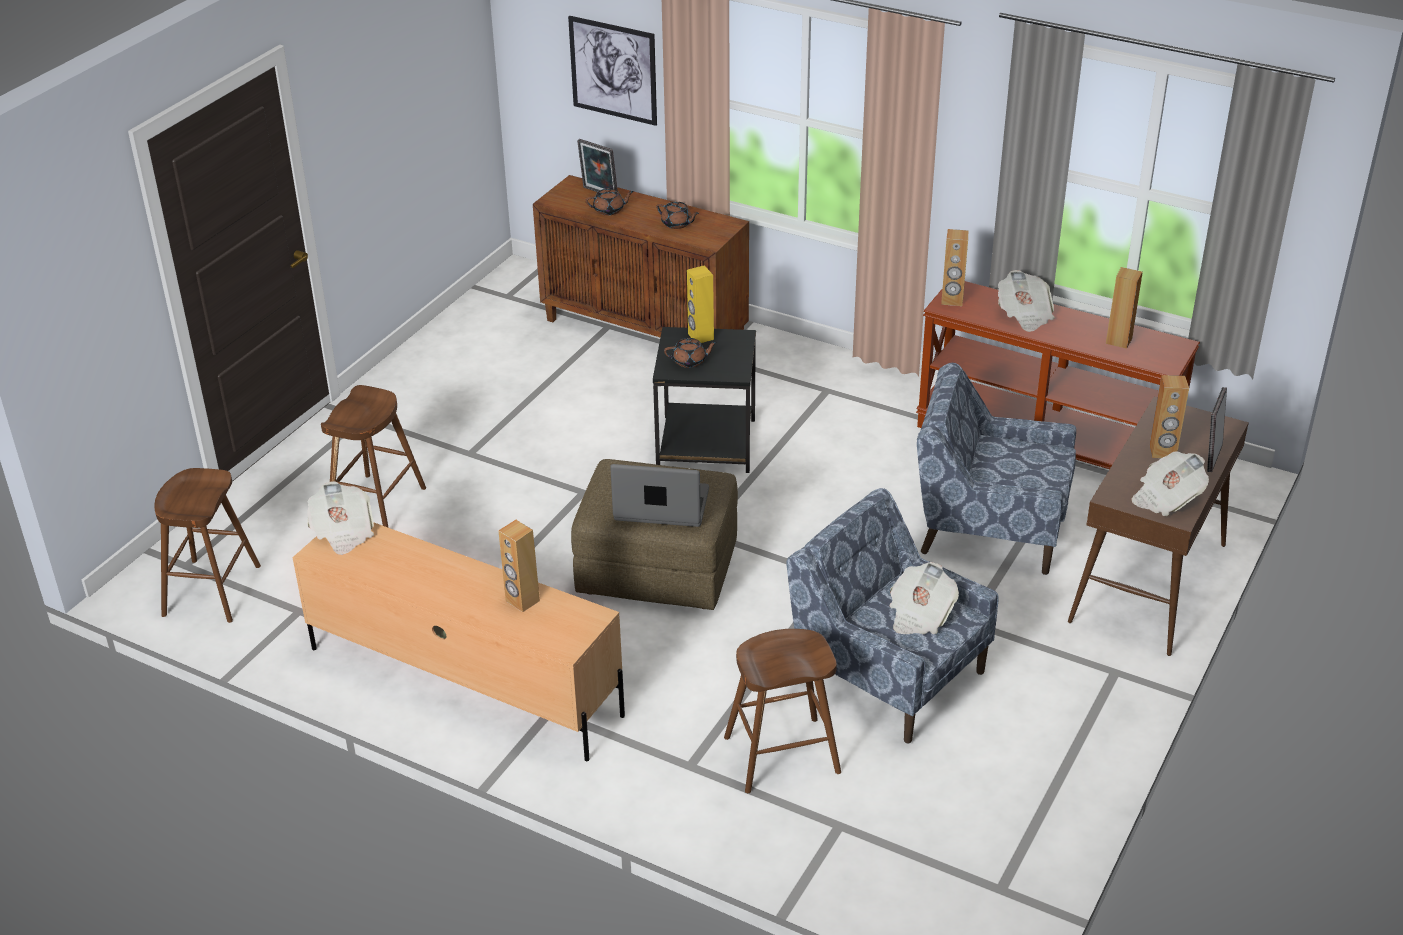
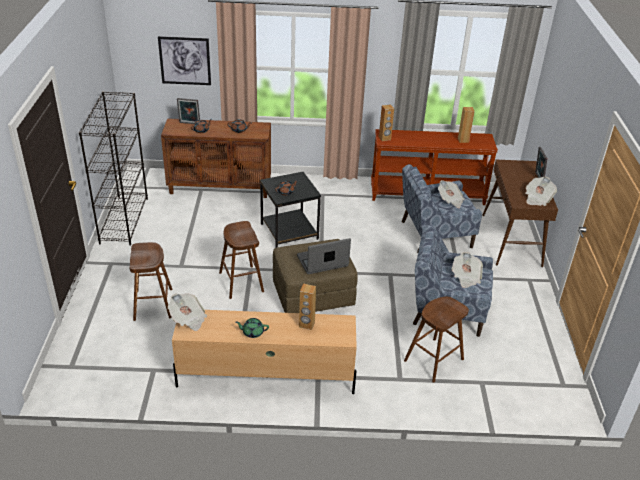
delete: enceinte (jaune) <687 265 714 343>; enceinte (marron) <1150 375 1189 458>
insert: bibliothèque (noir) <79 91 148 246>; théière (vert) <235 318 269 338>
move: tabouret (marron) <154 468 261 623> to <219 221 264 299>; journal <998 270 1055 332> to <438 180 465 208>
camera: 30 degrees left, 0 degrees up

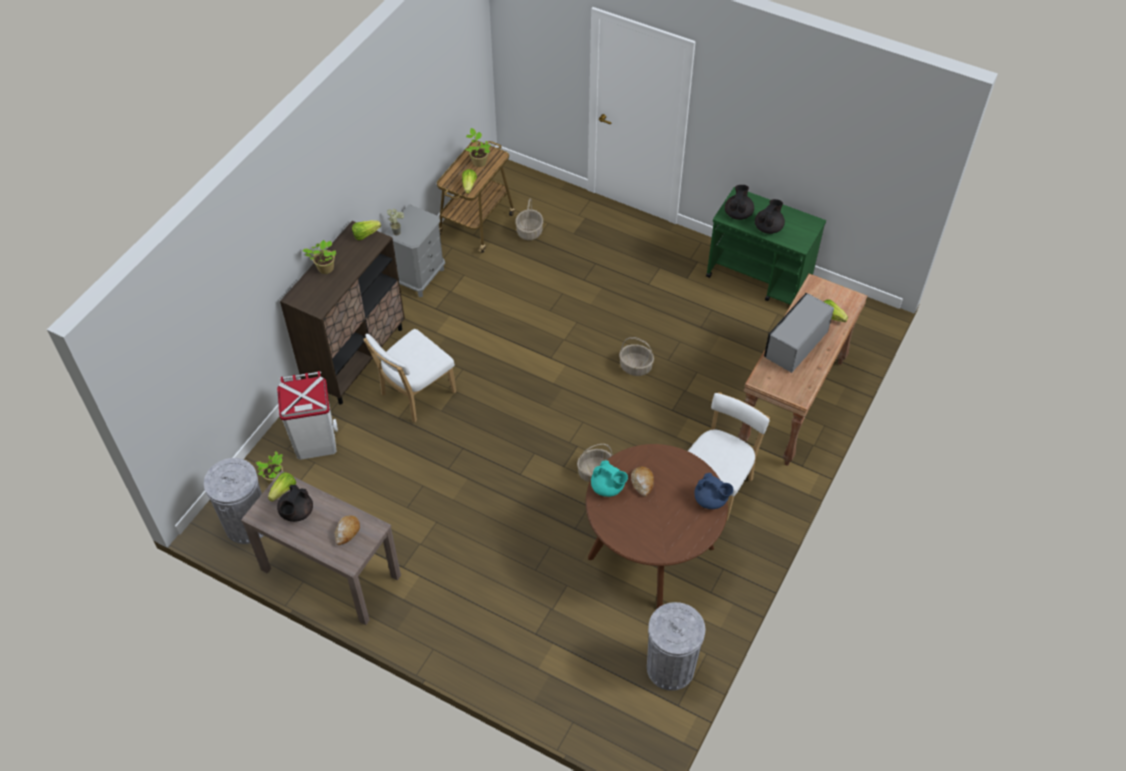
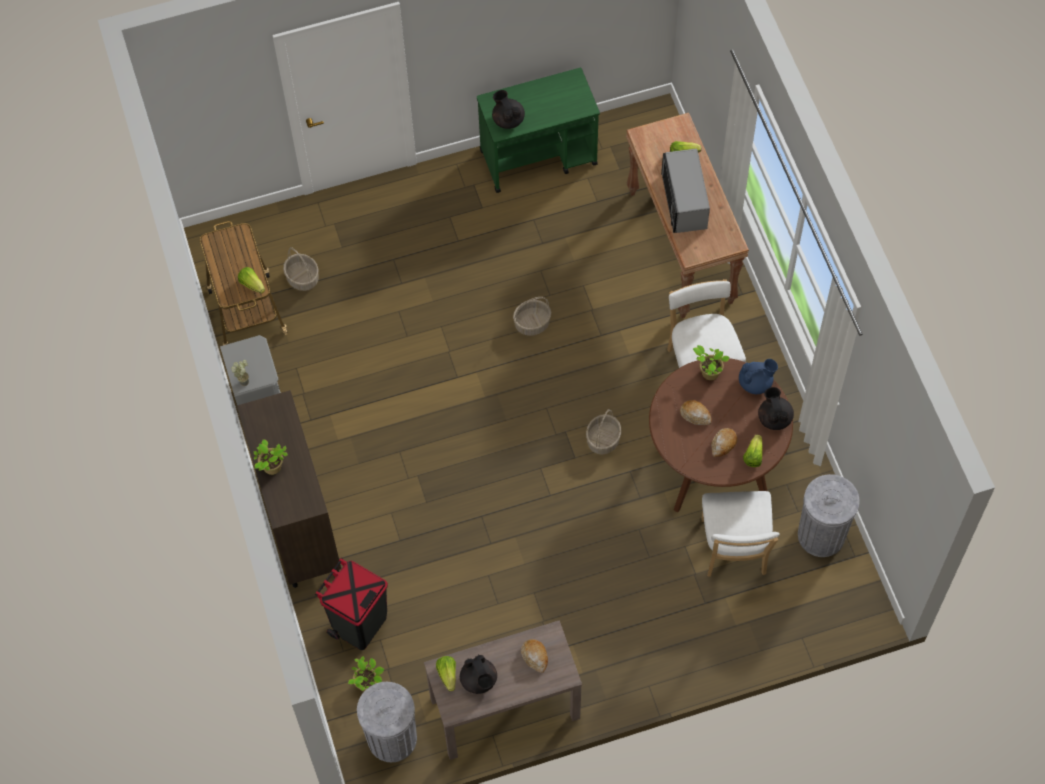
delete: théière (turquoise) <591 460 628 497>
insert: pain <711 428 737 457>
move: laitue <352 220 381 241> to <743 434 763 467>; chaise (blanc) <363 329 456 422> to <702 491 780 577>; plante en pot <465 128 491 167> to <693 345 730 380>; théière (noir) <755 199 785 234> to <758 387 794 430>
recolor: poubelle (blanc) <277 371 338 459> to poubelle (noir) <315 558 388 650>
camera: 45 degrees left, 10 degrees up

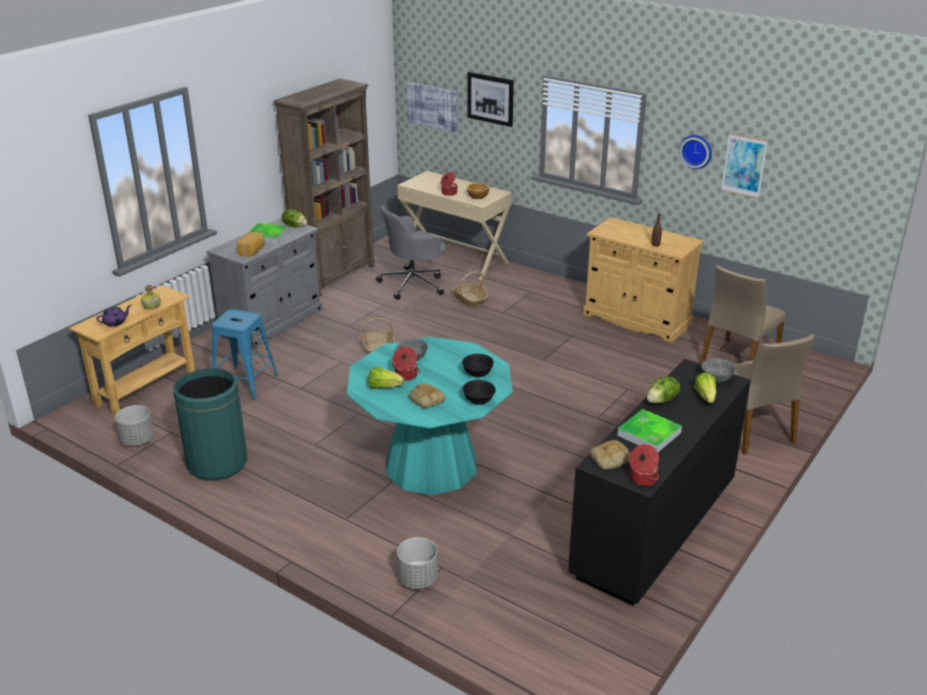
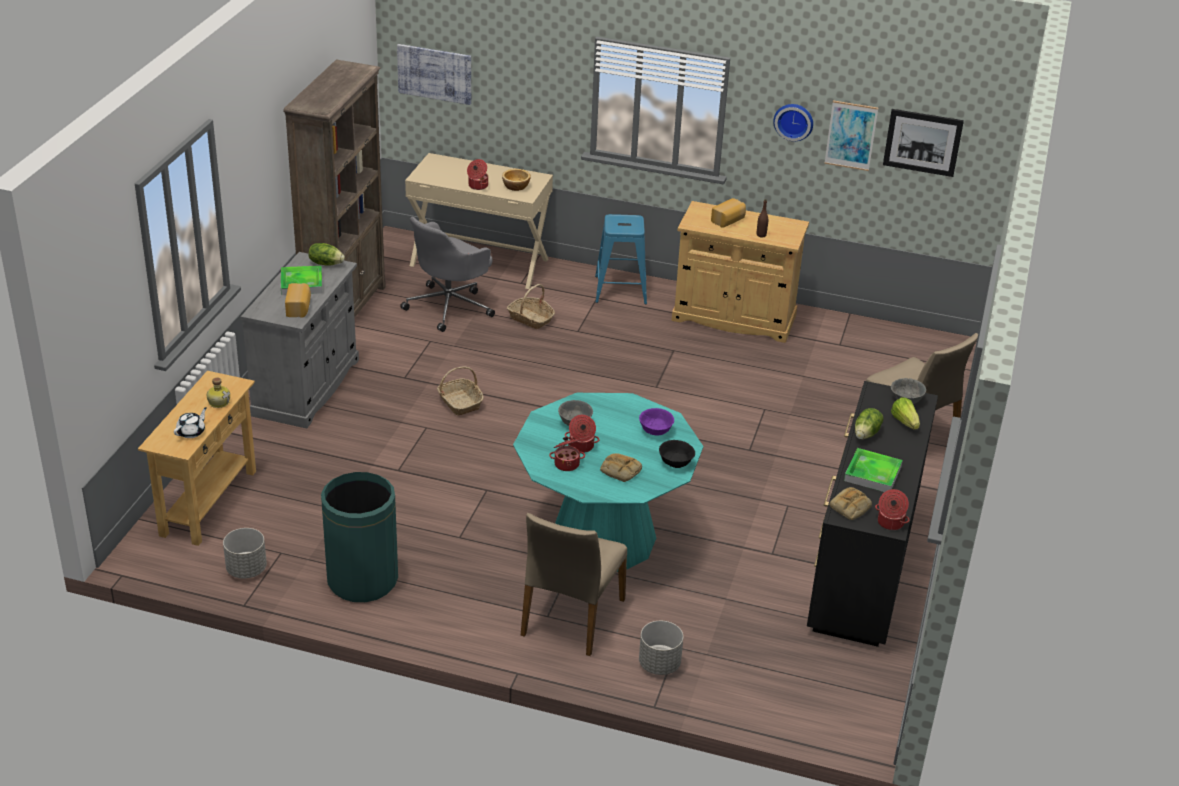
insert: pain <711 198 746 228>
move: tabouret (bleu) <212 309 278 400> to <595 214 647 304>; tableau <467 72 514 127> to <883 109 964 177>; chaise (beige) <700 265 786 364> to <520 513 627 656>
replace: laitue <368 367 404 389> to marmite <549 436 585 471>
recolor: théière (violet) <96 305 131 327> to théière (blanc) <174 407 207 438>; bol (noir) <462 354 494 377> to bol (violet) <639 408 674 436>
camera: 20 degrees left, 5 degrees up

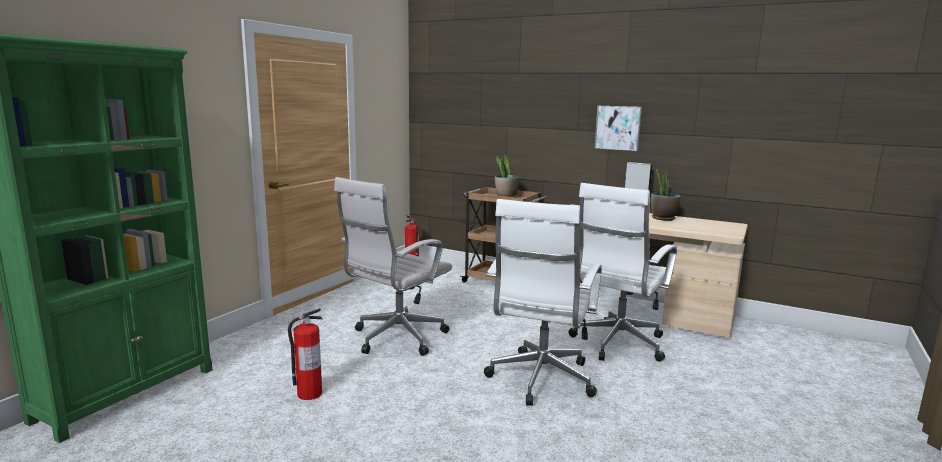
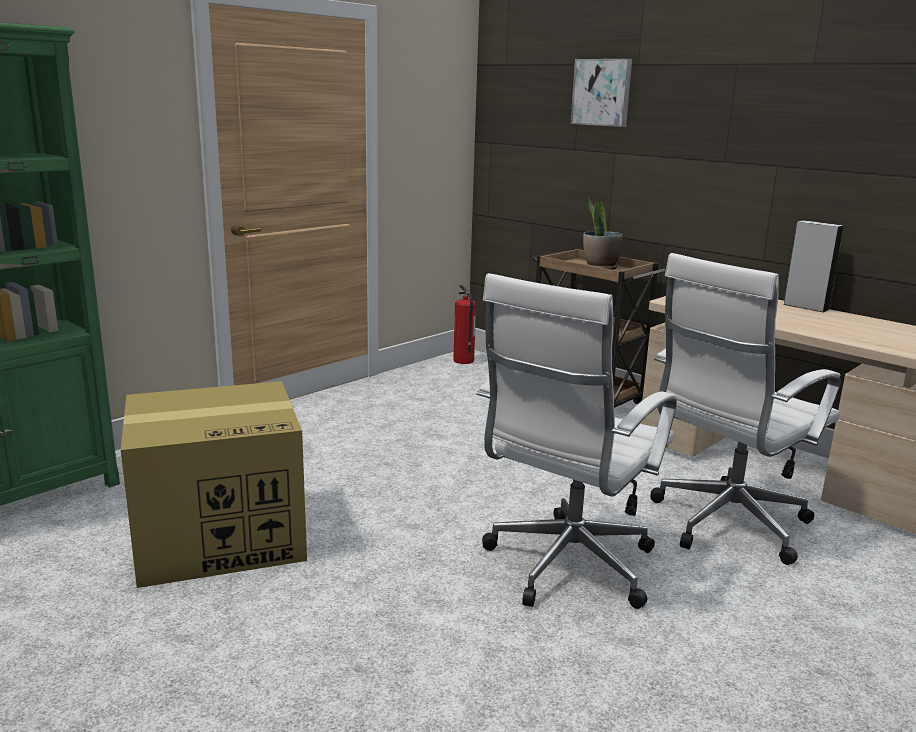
delete: chaise de bureau (blanc) <334 177 452 356>; plante en pot <651 167 681 221>
move: tableau <594 106 642 151> to <571 59 632 127>
replace: extincteur <288 308 322 400> to carton <121 381 307 588>
camera: 15 degrees right, 5 degrees up

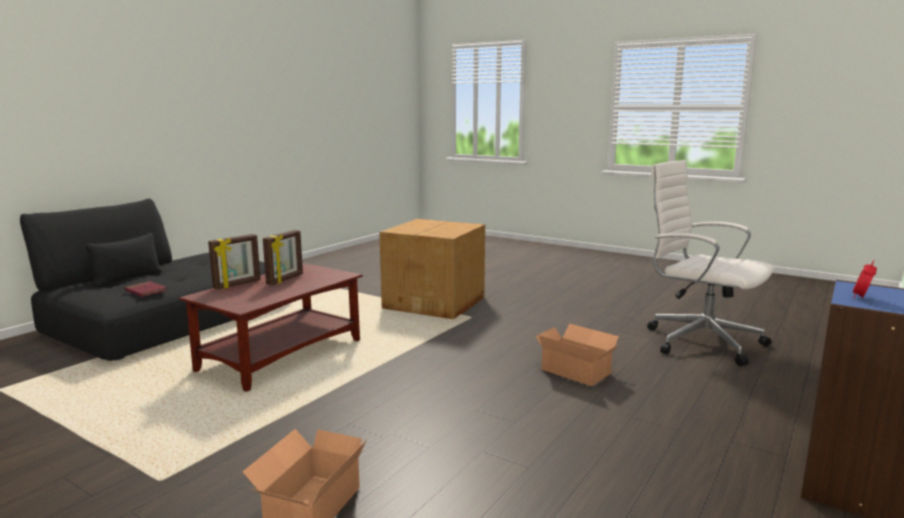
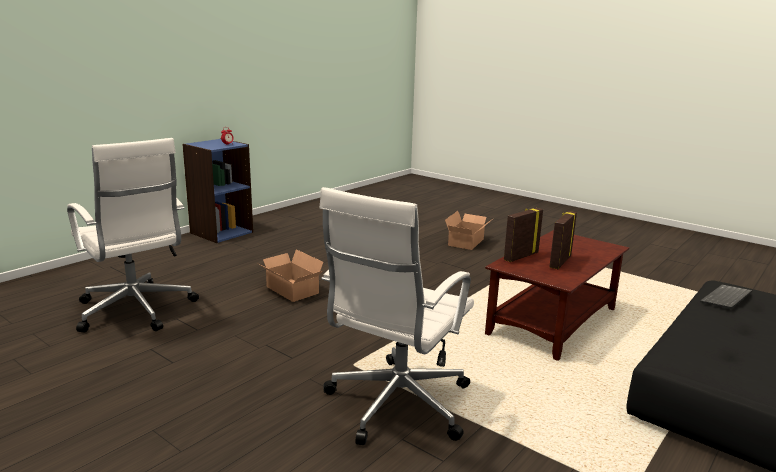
move: cadre photo <208 234 261 289> to <504 208 543 262>
replace: livre (rouge) <124 281 167 297> to clavier <700 285 752 309>; carton <379 219 485 319> to chaise de bureau (blanc) <319 187 474 445>
camera: 175 degrees left, 5 degrees up

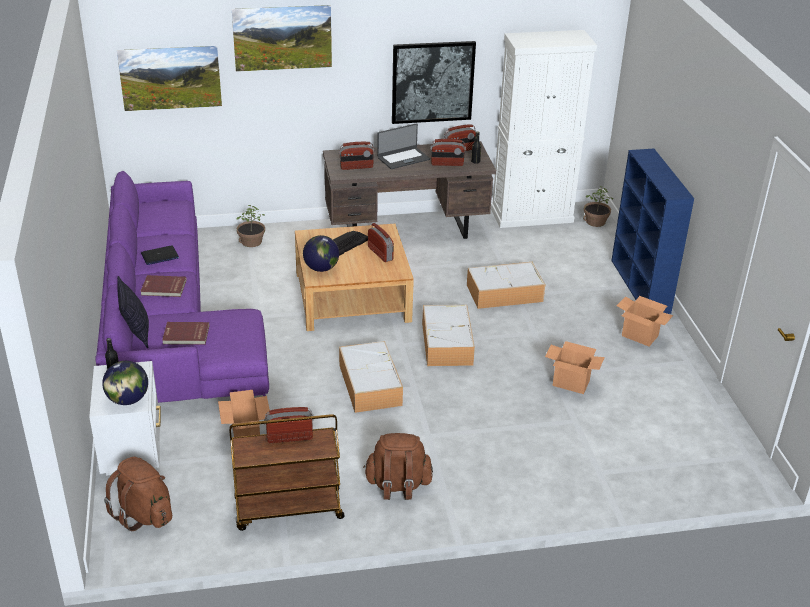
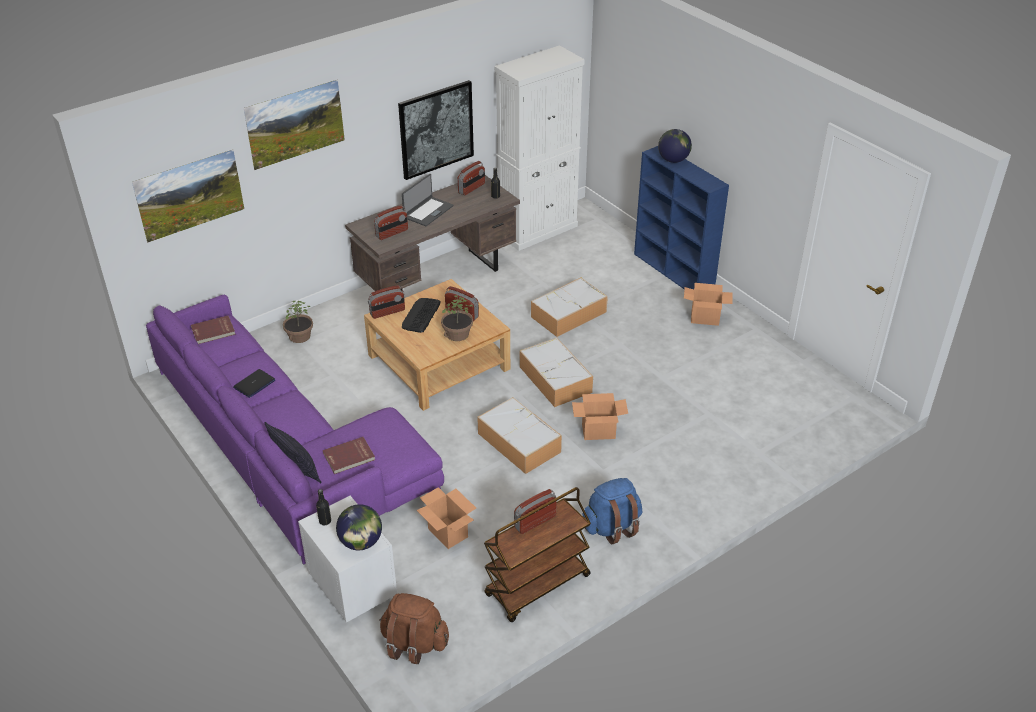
move: livre (rouge) <140 275 187 297> to <191 316 236 344>; globe <303 235 339 272> to <658 129 692 163>; radio <430 139 466 166> to <368 285 405 319>; carton <545 341 605 394> to <572 393 628 440>; plante en pot <583 186 613 227> to <441 296 473 341>
recolor: sac à dos (marron) <363 433 433 500> to sac à dos (bleu) <582 478 642 544>
camera: 25 degrees left, 5 degrees up

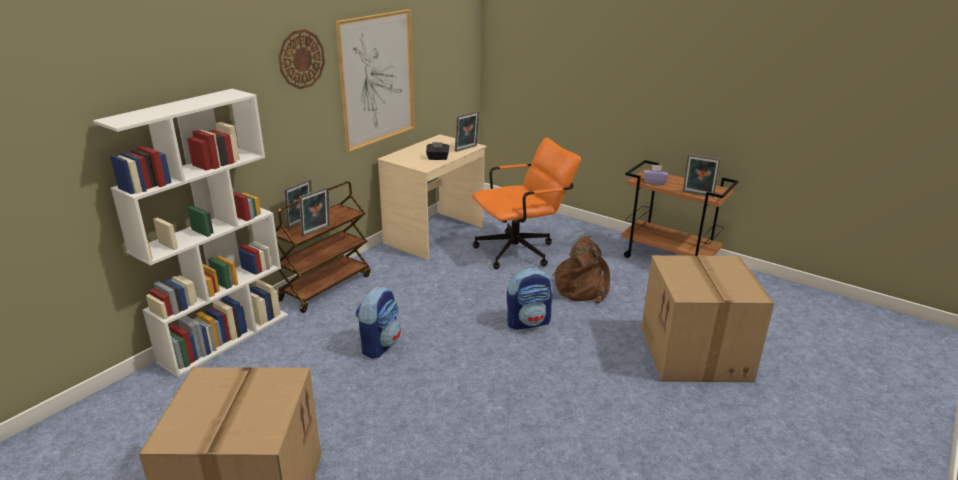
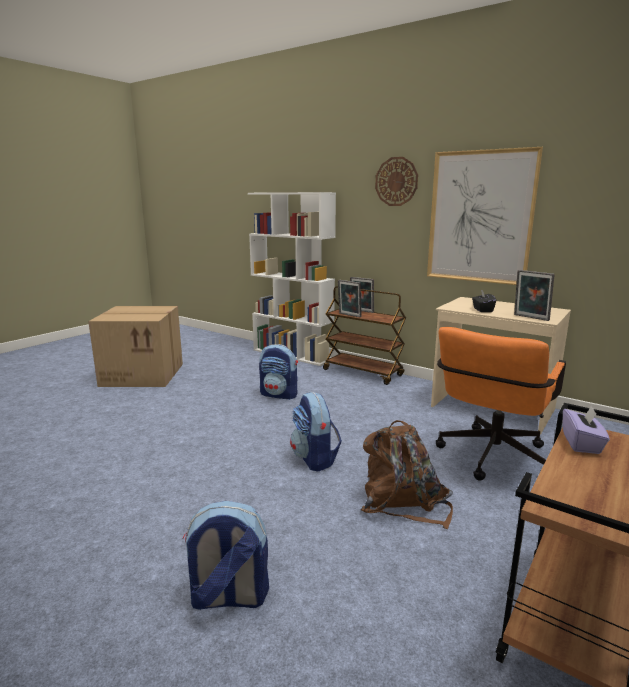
delete: cadre photo <683 154 721 197>
replace: carton <641 255 774 382> to sac à dos <183 501 269 610>
rotate: chaise de bureau (orange) <472 138 581 270> = <436 327 566 481> 60 degrees clockwise
camera: 90 degrees right, 10 degrees down

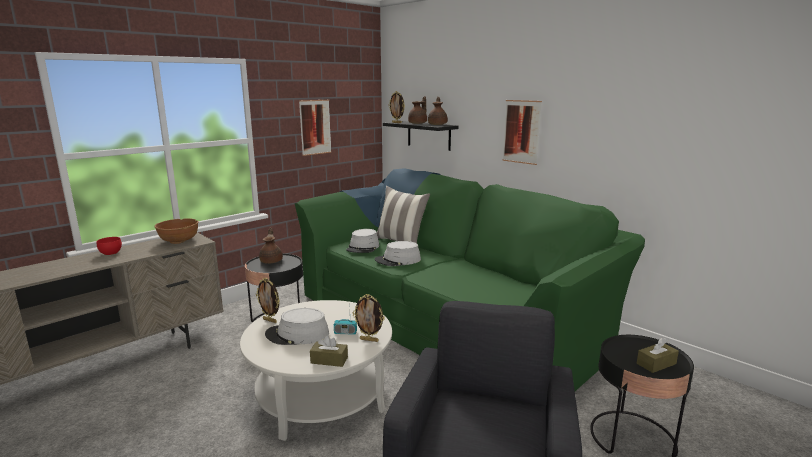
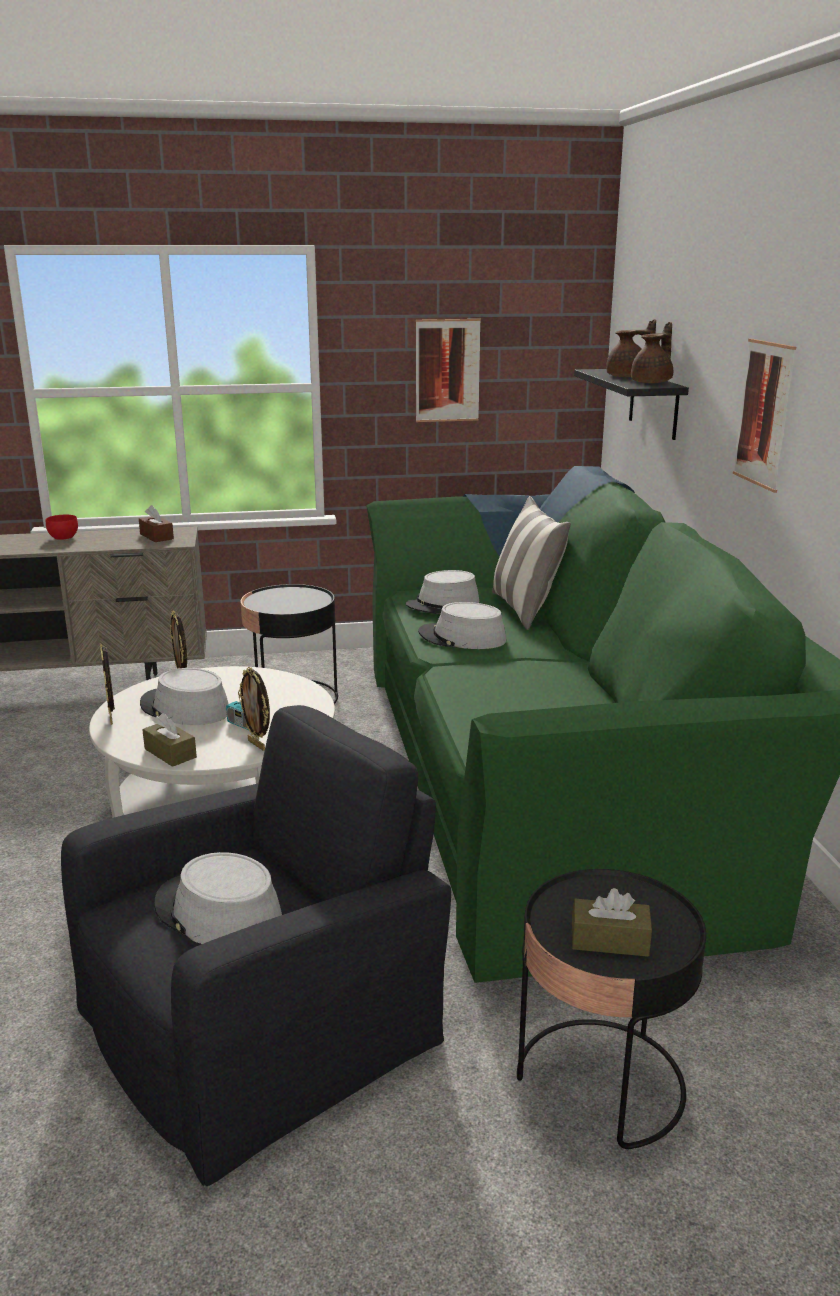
delete: théière (marron) <259 228 283 264>
insert: chapeau (gris) <154 852 282 944>
move: cadre photo <388 91 405 123> to <100 644 115 725>
replace: bol (marron) <154 218 199 244> to boîte à mouchoirs (marron) <139 505 174 542>
camera: 35 degrees right, 5 degrees up

